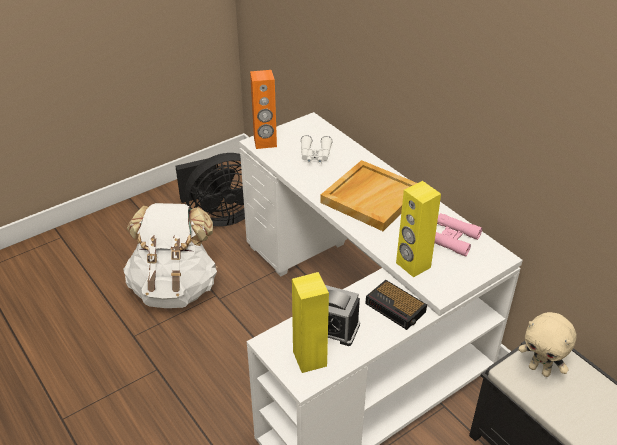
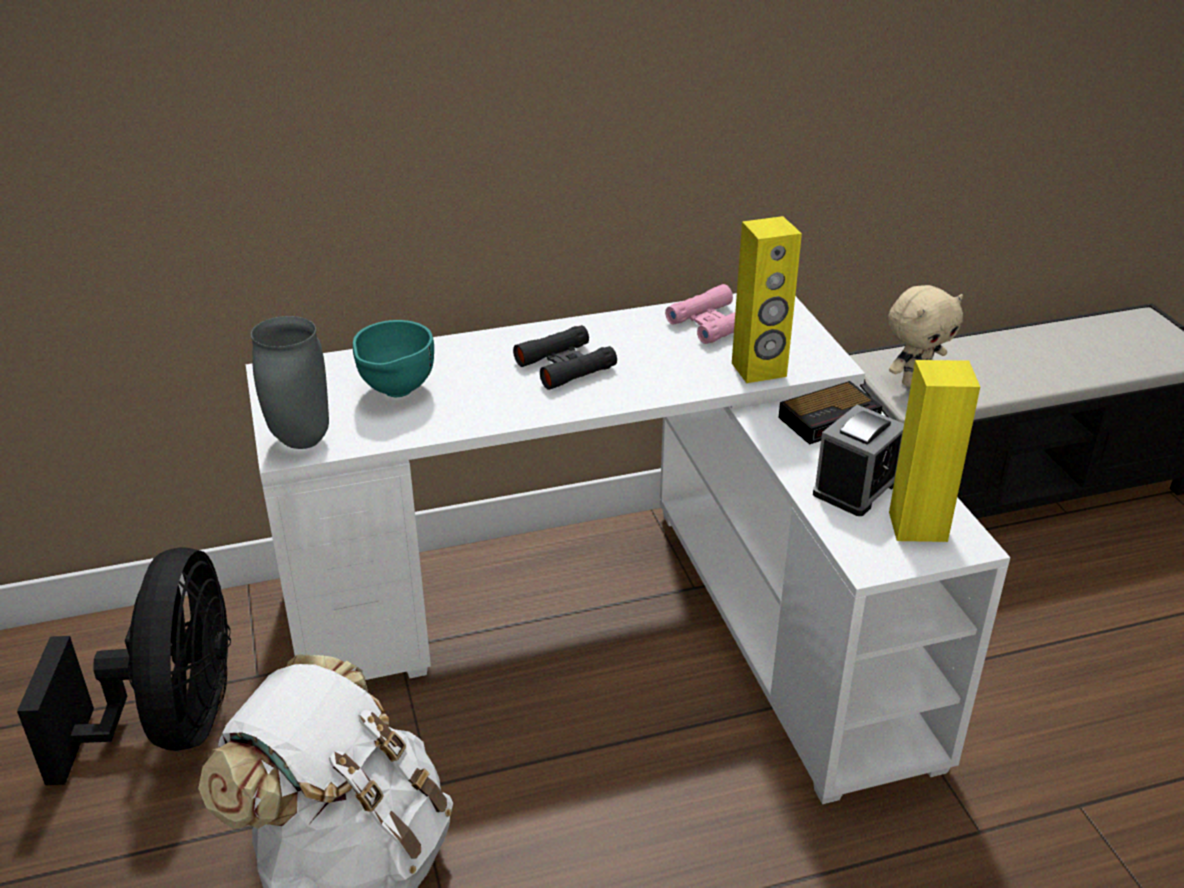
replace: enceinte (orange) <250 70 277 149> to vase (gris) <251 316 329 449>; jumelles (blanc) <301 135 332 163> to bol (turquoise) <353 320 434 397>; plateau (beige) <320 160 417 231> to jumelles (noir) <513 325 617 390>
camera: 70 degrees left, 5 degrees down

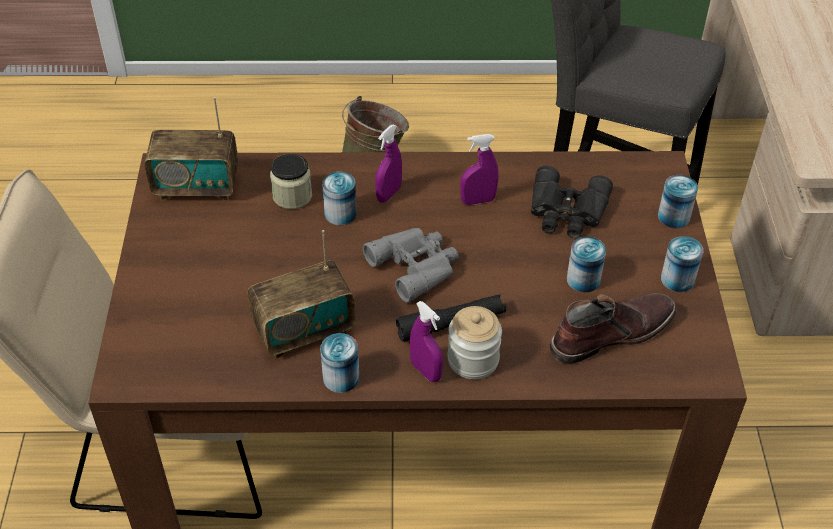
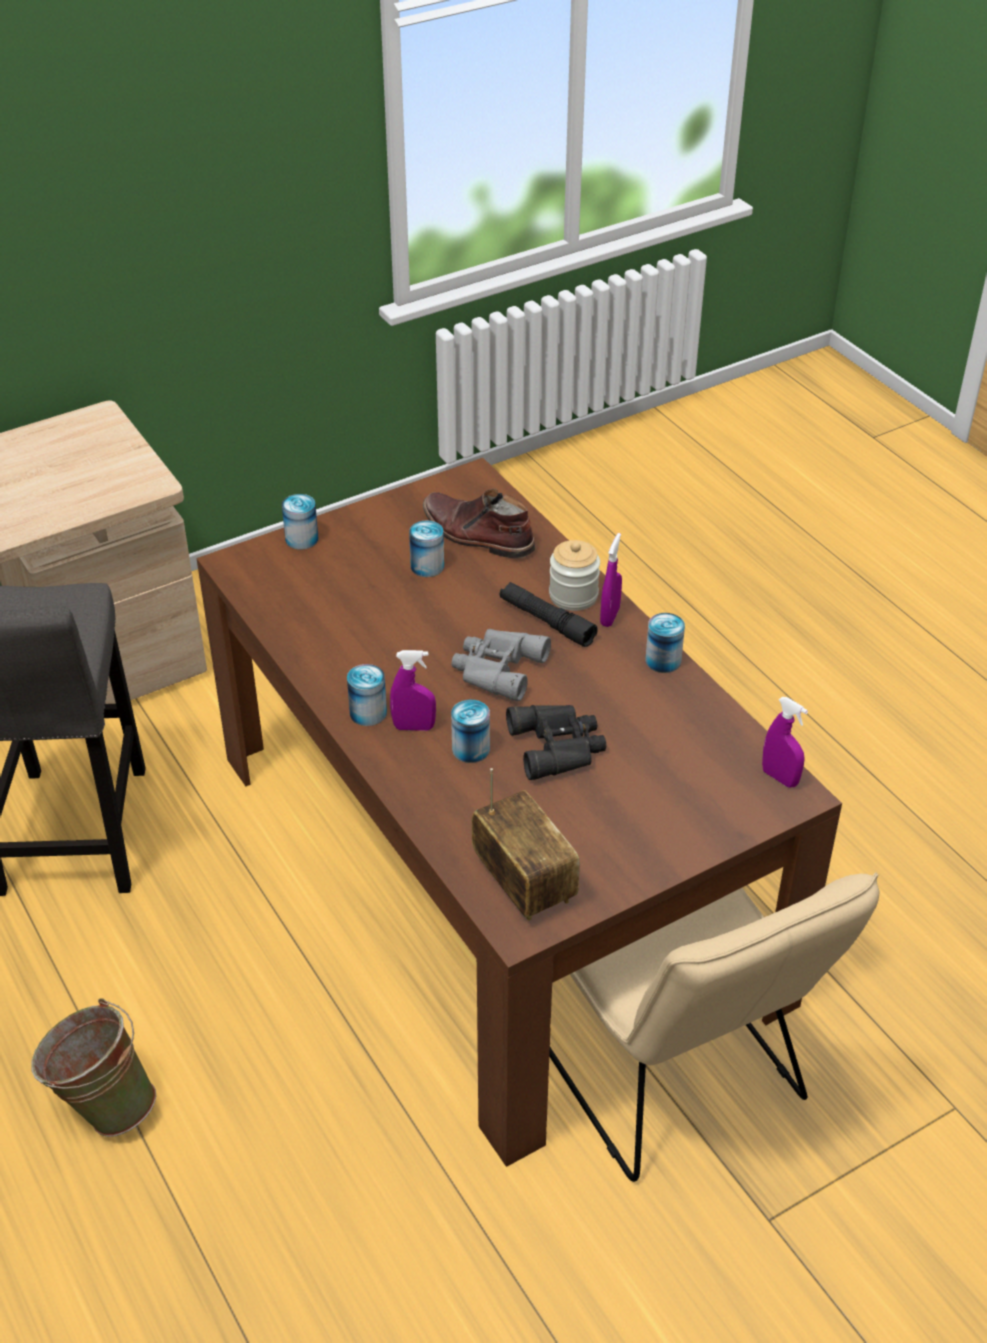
delete: radio <247 230 355 359>; bocal <270 154 312 209>
move: vaporisateur (violet) <460 134 498 205> to <762 697 808 787>; jumelles (noir) <531 166 613 238> to <506 705 606 780>; boîte métallique <661 236 703 292> to <347 664 387 726>
camera: 120 degrees left, 5 degrees down

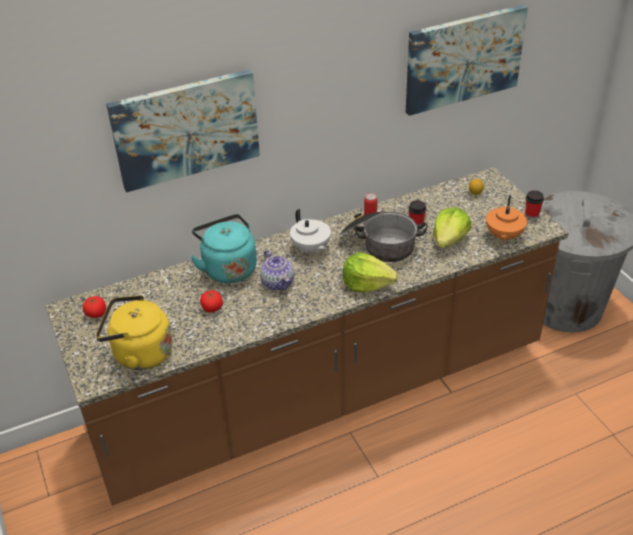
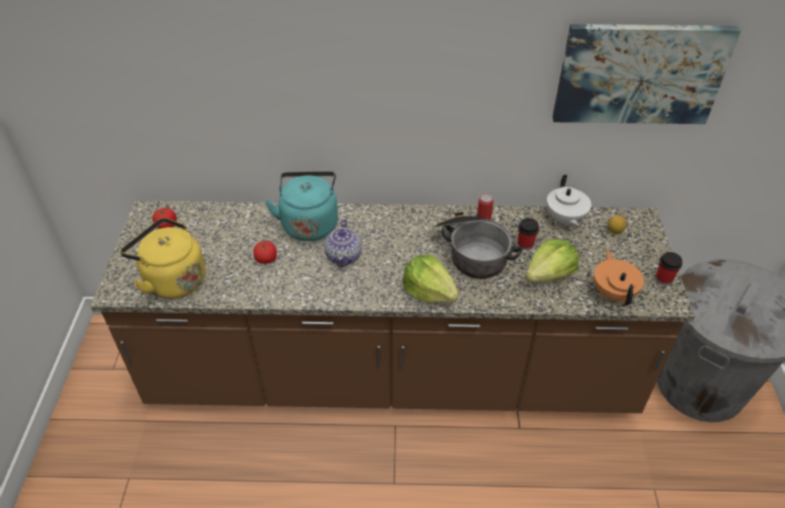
delete: tableau <106 69 260 193>
move: théière (blanc) <290 209 331 254> to <547 175 591 227>
rotate: théière (orange) <486 195 527 243> = <594 250 644 306> 135 degrees clockwise
camera: 25 degrees right, 5 degrees up

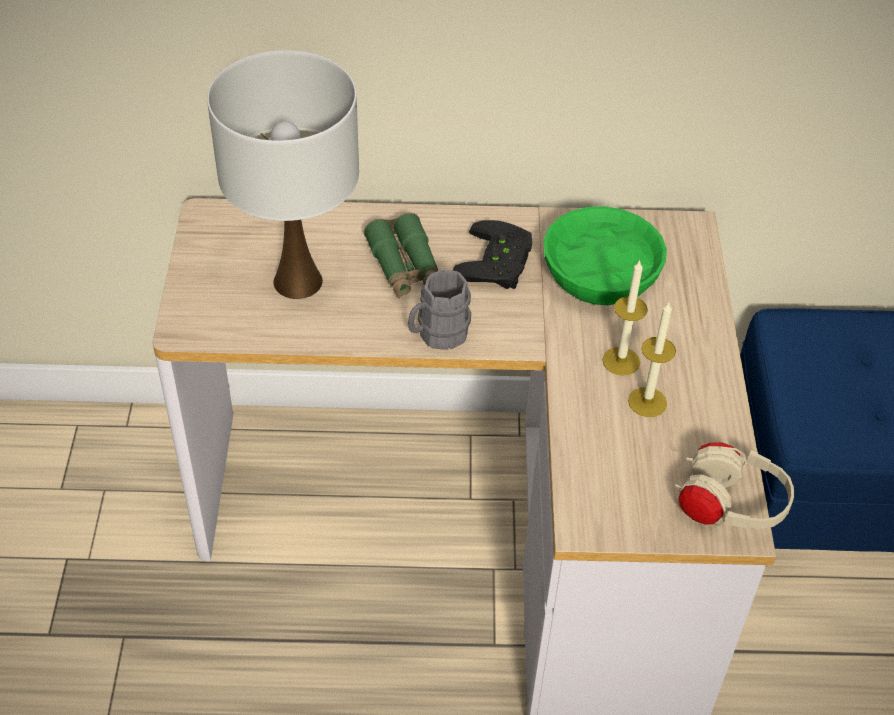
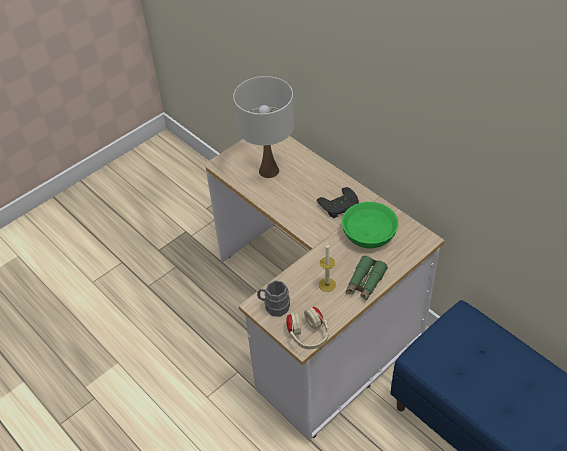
delete: bougie <602 259 648 376>
move: jumelles (vert) <364 213 438 298> to <345 256 388 301>; mug (gris) <408 270 471 350> to <257 280 290 317>
camera: 50 degrees right, 0 degrees up

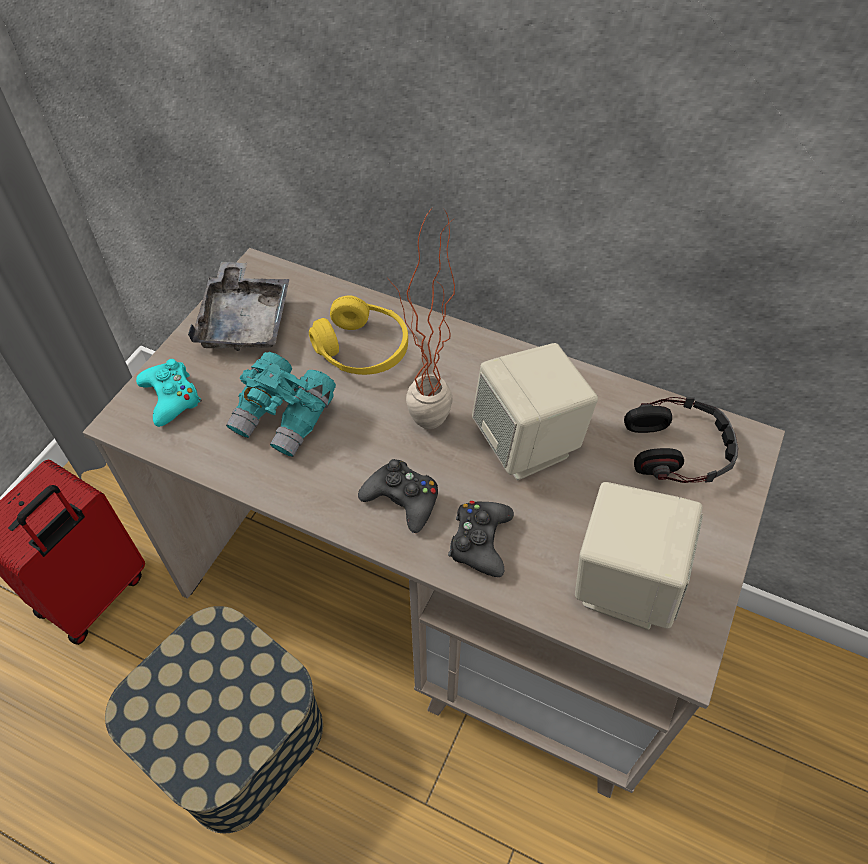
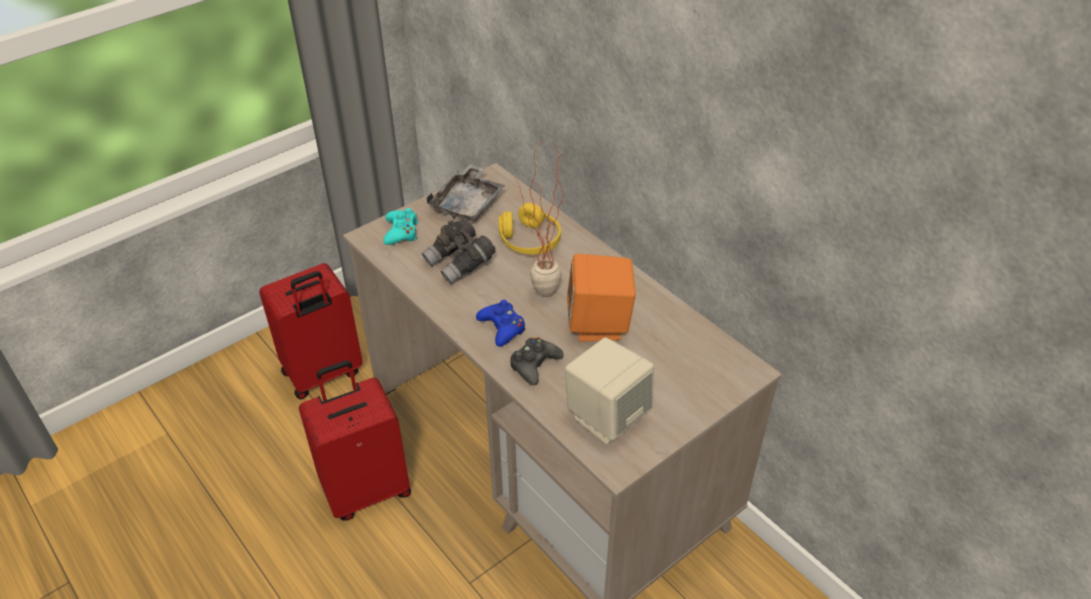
delete: casque audio <624 397 738 483>
replace: boîte de rangement <105 606 323 833> to valise (rouge) <299 360 411 521>
recolor: jumelles (turquoise) <226 352 336 457> to jumelles (gris) <422 219 496 284>; manette (noir) <358 459 438 533> to manette (bleu) <476 300 526 347>; enceinte (beige) <472 343 598 480> to enceinte (orange) <567 254 636 342>
camera: 25 degrees right, 10 degrees down

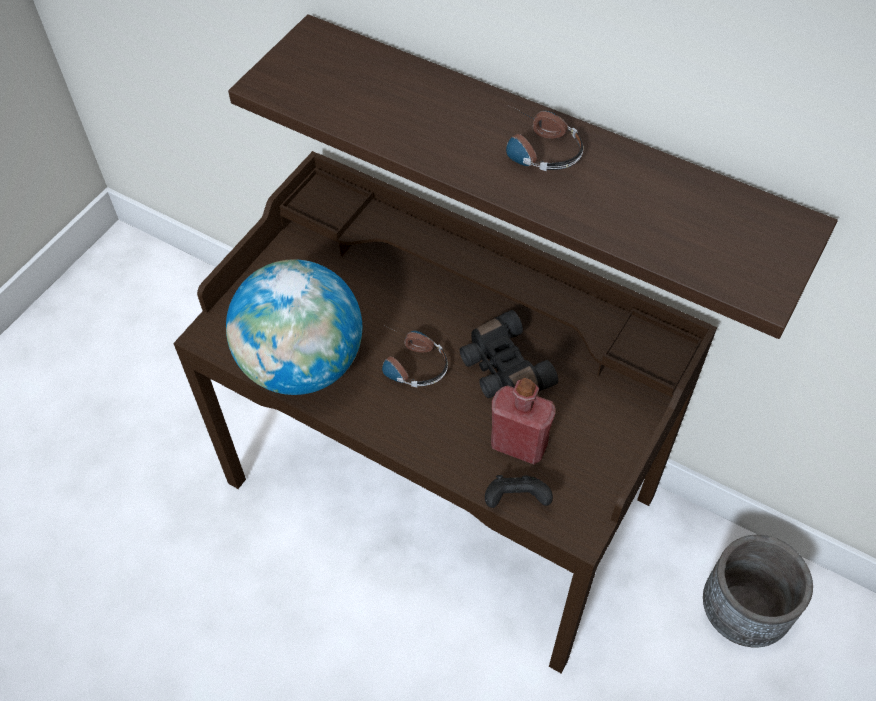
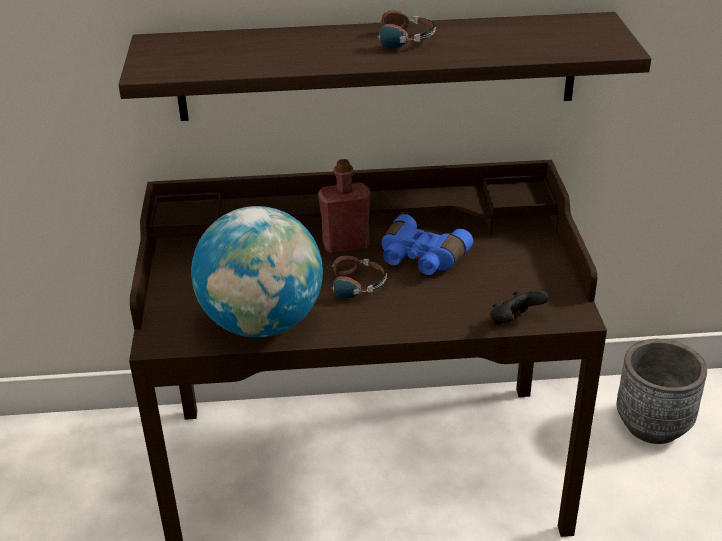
move: bouteille (rouge) <491 378 555 464> to <318 159 371 253>
recolor: jumelles (noir) <460 310 558 398> to jumelles (bleu) <382 214 473 275>
camera: 35 degrees left, 20 degrees down

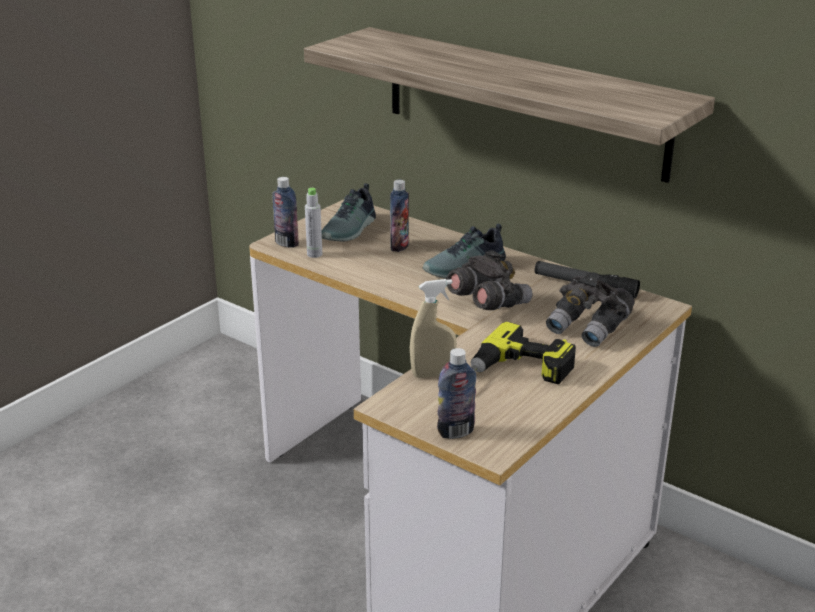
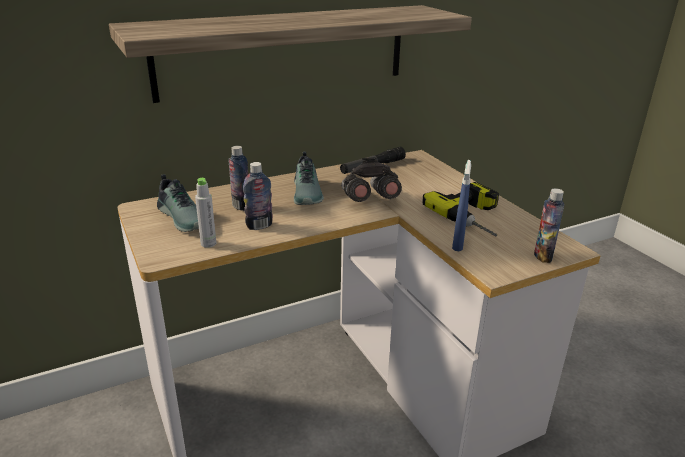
delete: jumelles (gris) <546 272 635 347>
move: bouteille <272 177 299 248> to <243 162 273 230>
recolor: vaporisateur (beige) <410 279 457 378> to vaporisateur (bleu) <452 160 471 251>
camera: 65 degrees left, 0 degrees up

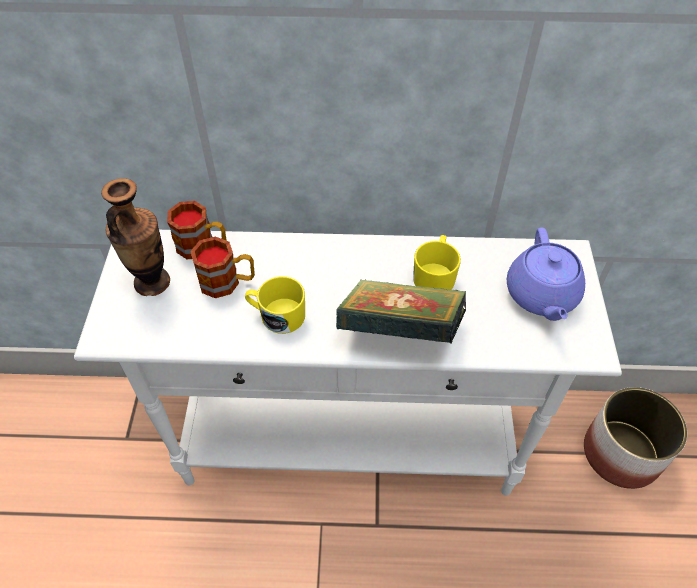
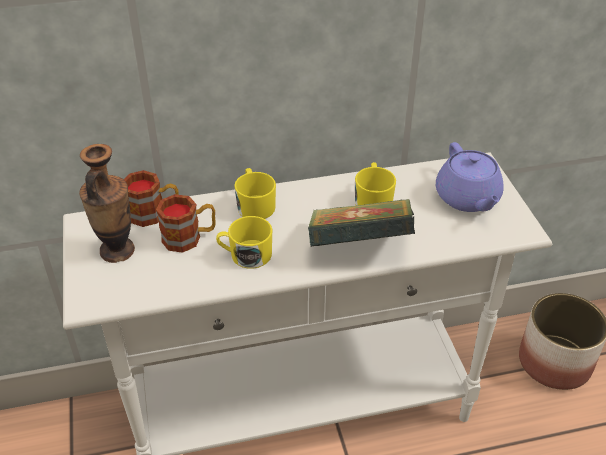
insert: mug (jaune) <234 168 276 219>
camera: 15 degrees left, 10 degrees down

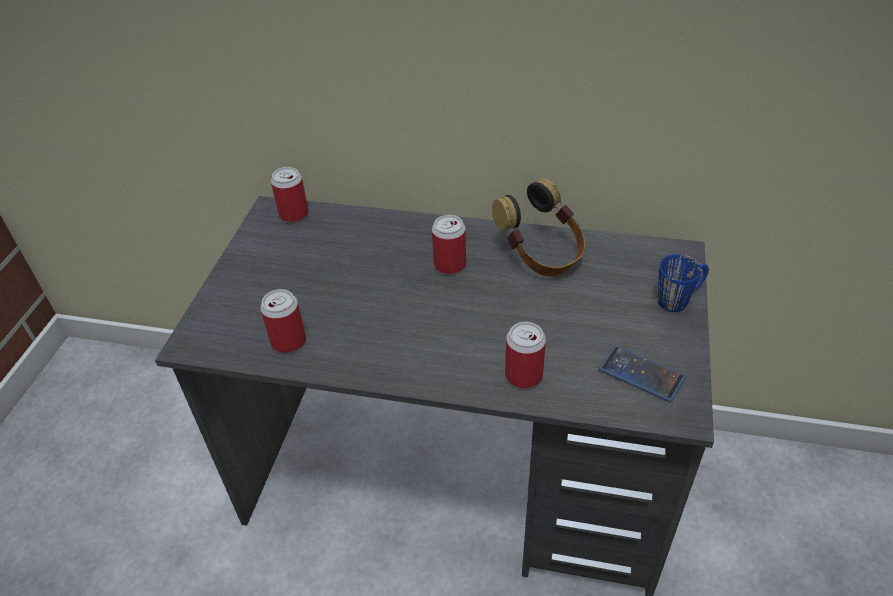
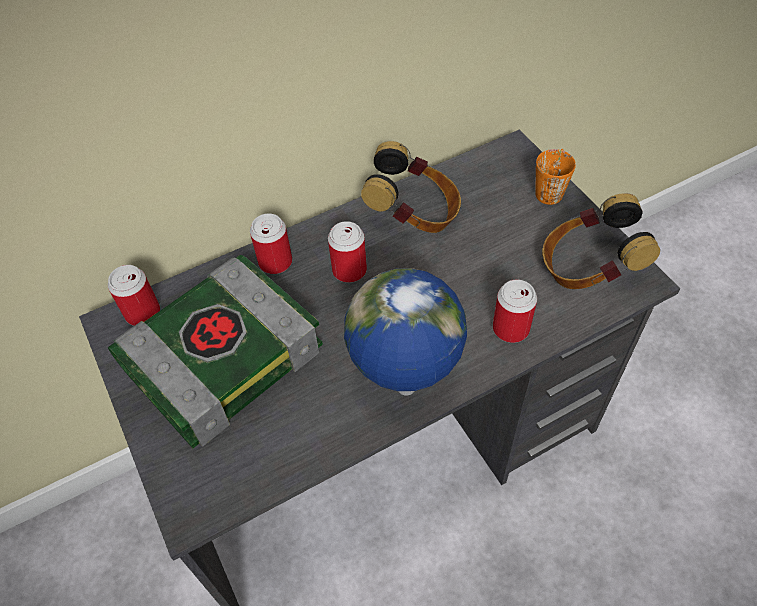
insert: livre <108 255 323 448>; globe <344 268 467 396>
move: boîte métallique <260 289 306 353> to <250 213 292 274>
replace: téléphone <599 346 686 402> to casque audio <542 193 660 289>
recolor: mug (bleu) <658 254 709 312> to mug (orange) <535 149 576 205>
camera: 40 degrees left, 10 degrees up

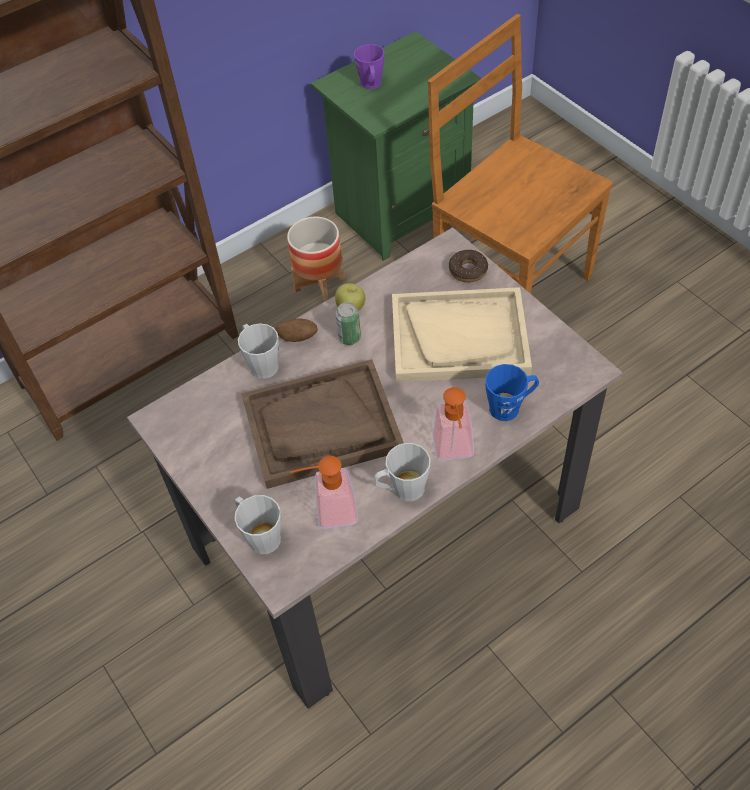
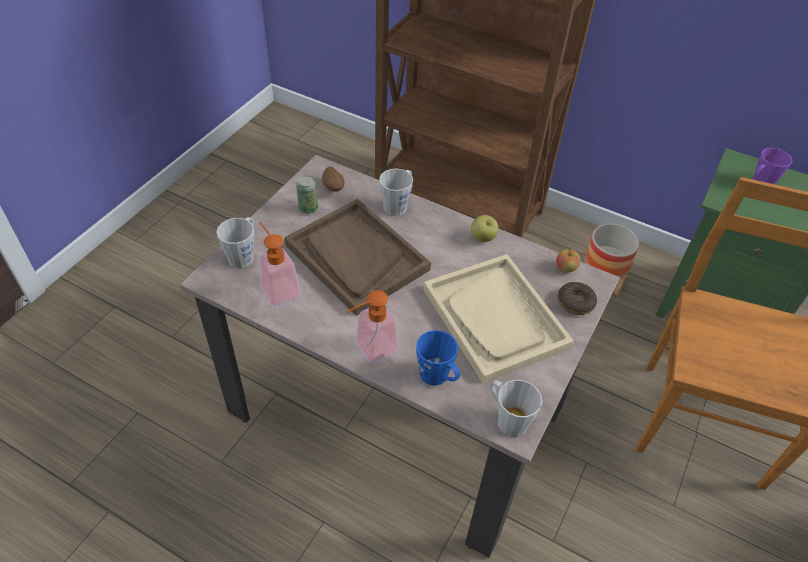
insert: pomme <556 248 581 273>
move: pomme de terre <275 318 318 342> to <322 166 344 192>; boîte métallique <335 302 361 345> to <296 175 318 214>; mug (gris) <374 443 430 501> to <490 380 542 437>
camera: 60 degrees right, 5 degrees down

